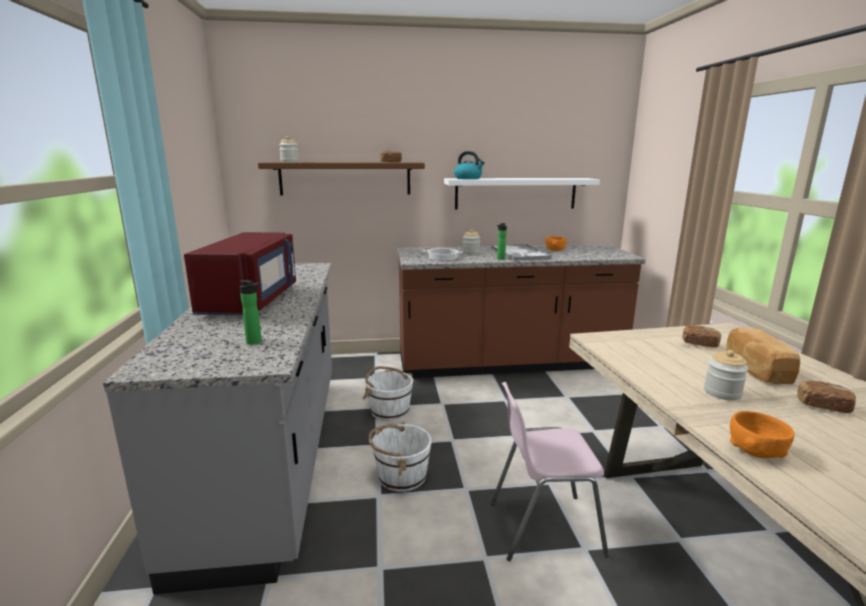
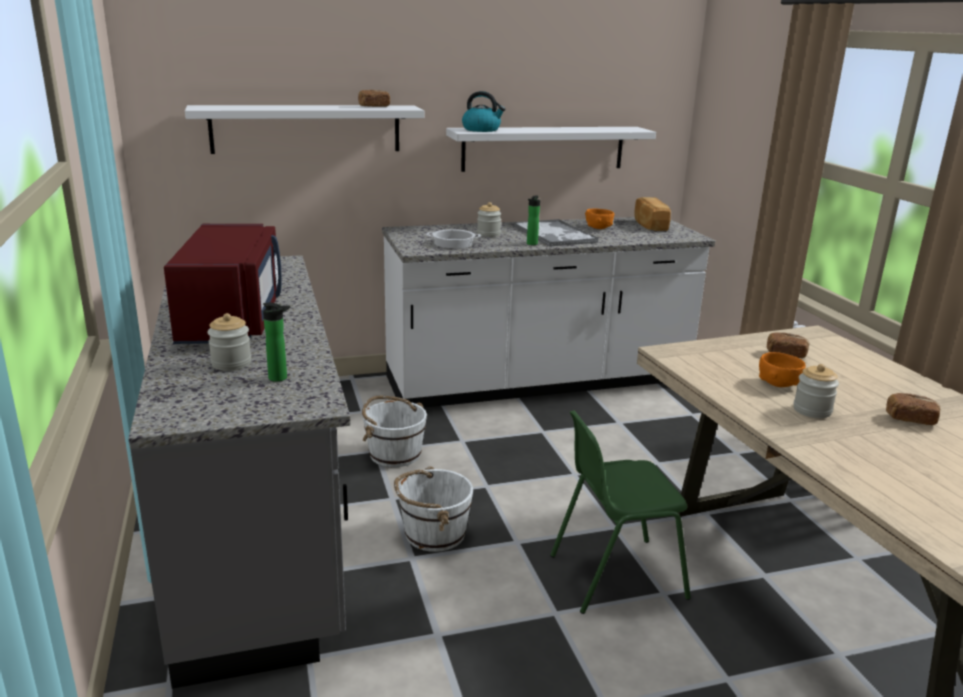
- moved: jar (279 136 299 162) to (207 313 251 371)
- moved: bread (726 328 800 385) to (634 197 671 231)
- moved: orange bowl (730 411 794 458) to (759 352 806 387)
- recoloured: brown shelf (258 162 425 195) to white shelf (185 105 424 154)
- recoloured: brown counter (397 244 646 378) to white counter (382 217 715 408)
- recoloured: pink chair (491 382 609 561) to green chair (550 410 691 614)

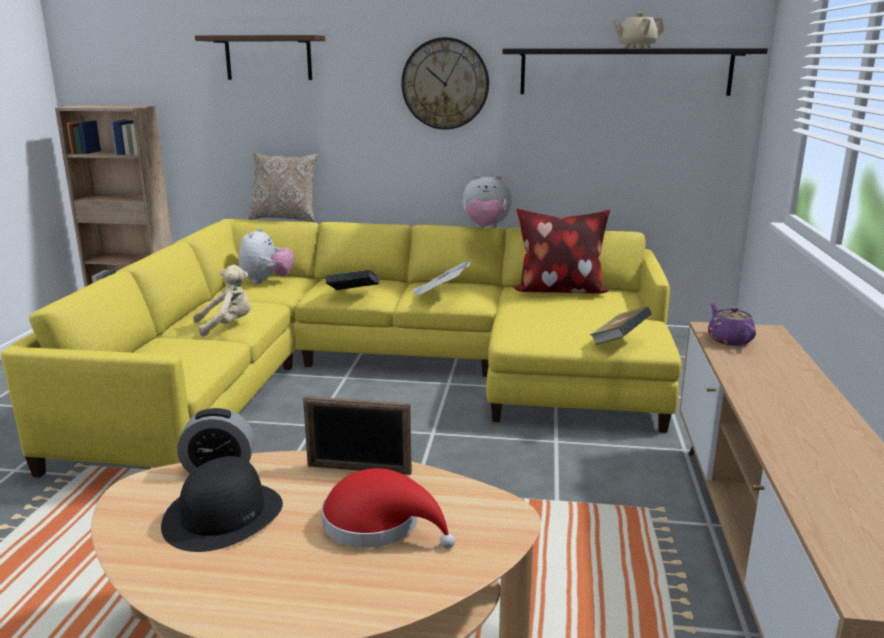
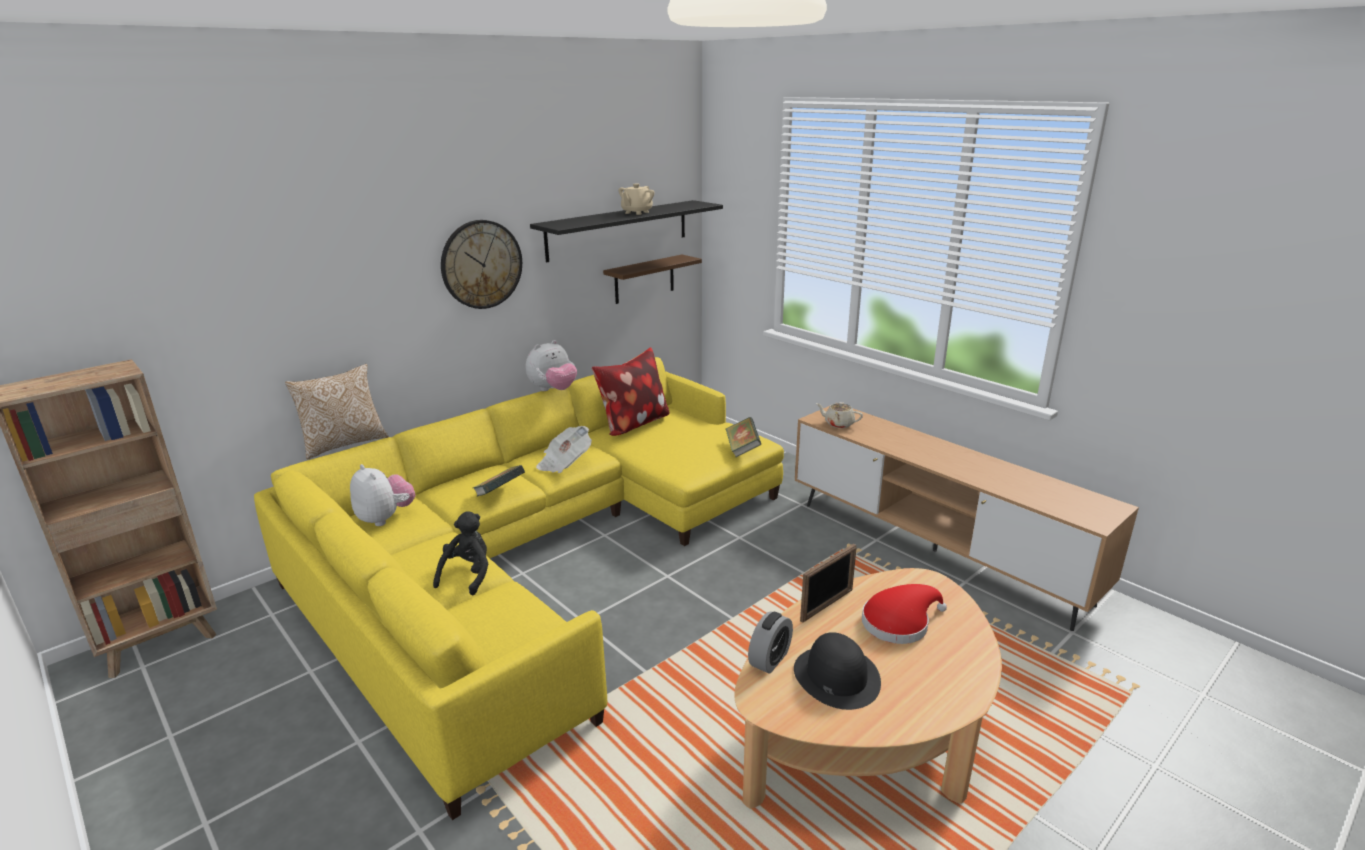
- moved: brown shelf (195 35 325 80) to (603 255 702 304)
- recoloured: beige plush toy (193 265 251 337) to black plush toy (433 511 488 595)
- recoloured: purple teapot (708 303 756 346) to beige teapot (816 402 863 428)

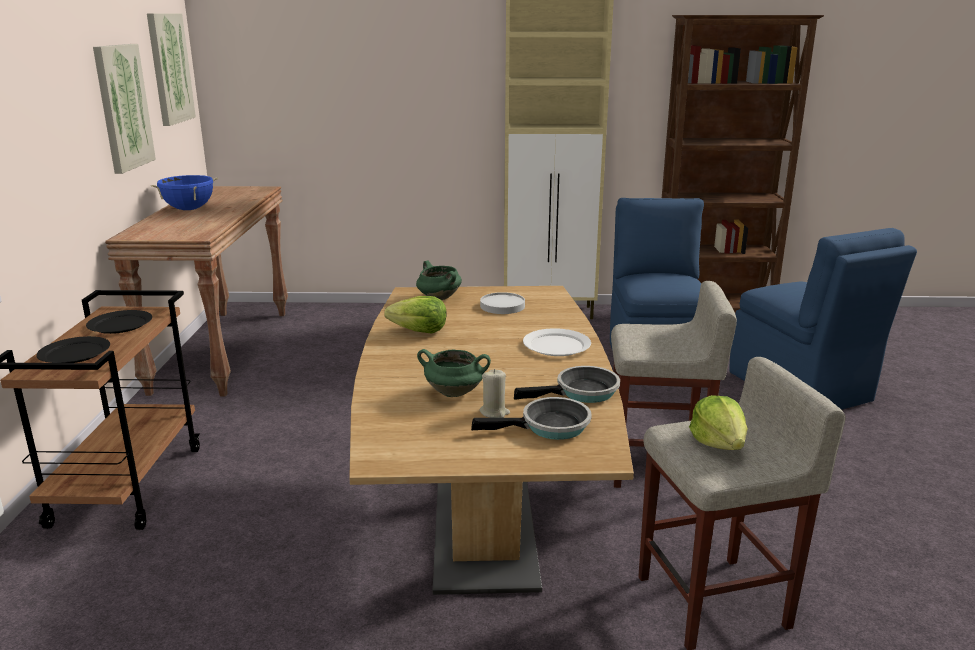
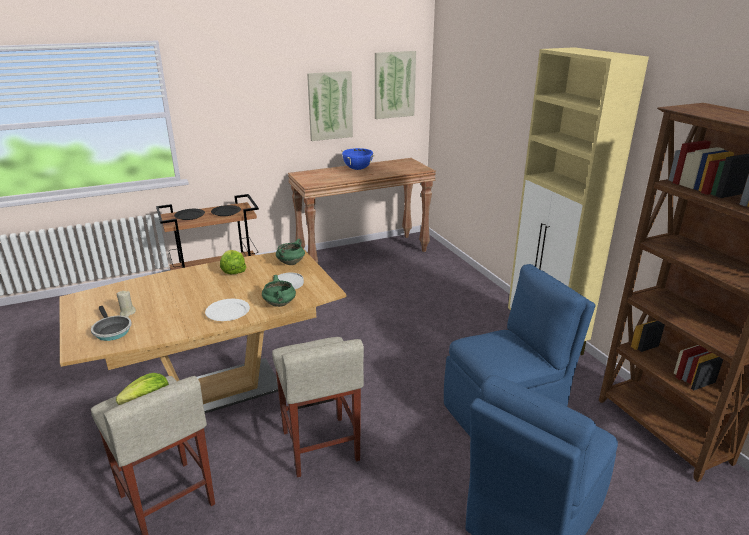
- removed: frying pan (514 366 620 403)
- moved: green cooking pot (417 349 491 397) to (262 275 296 307)

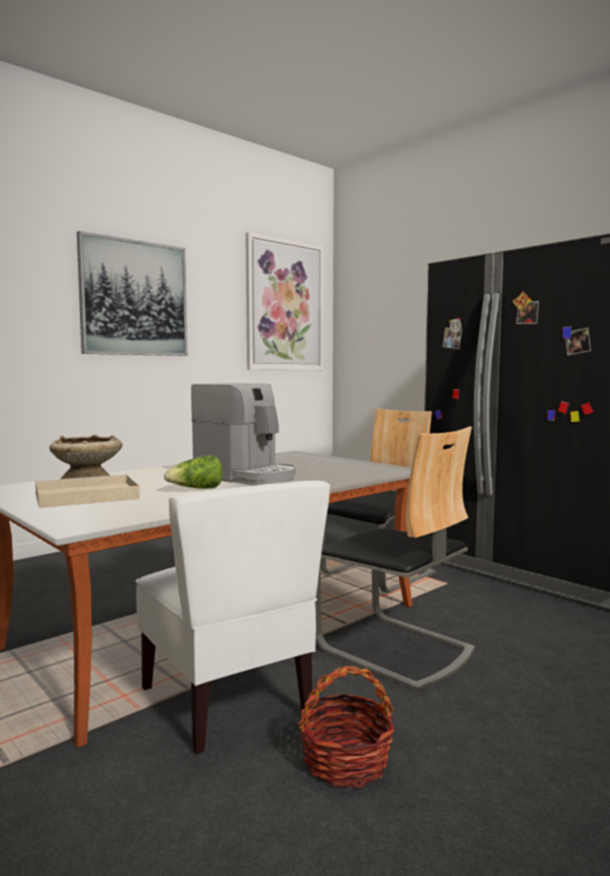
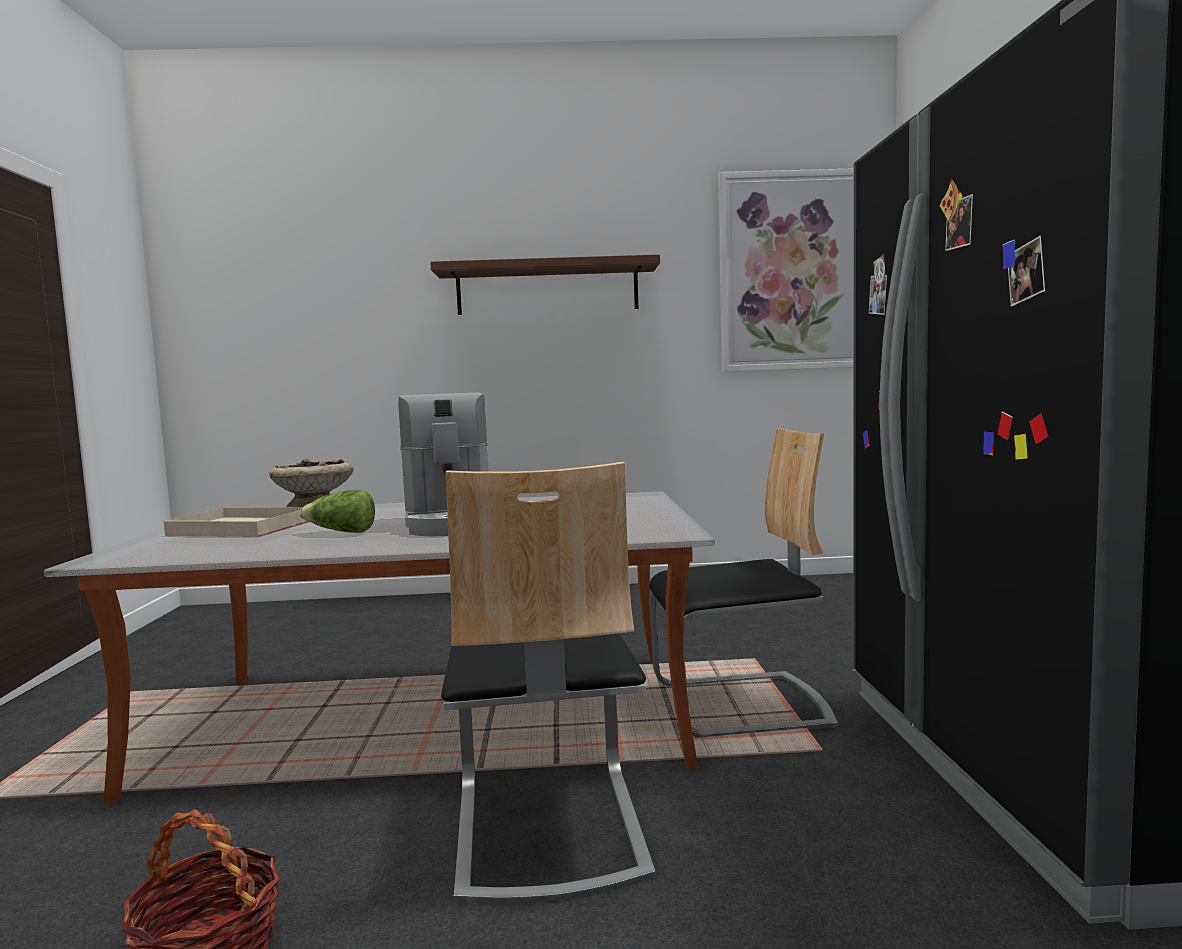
- removed: white chair (135 481 330 754)
- replaced: picture (77 231 188 356) to brown shelf (430 254 660 315)

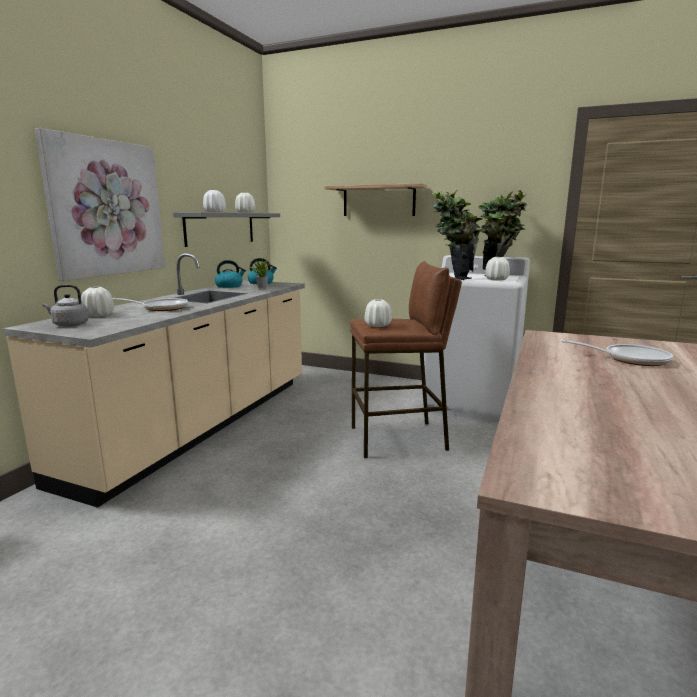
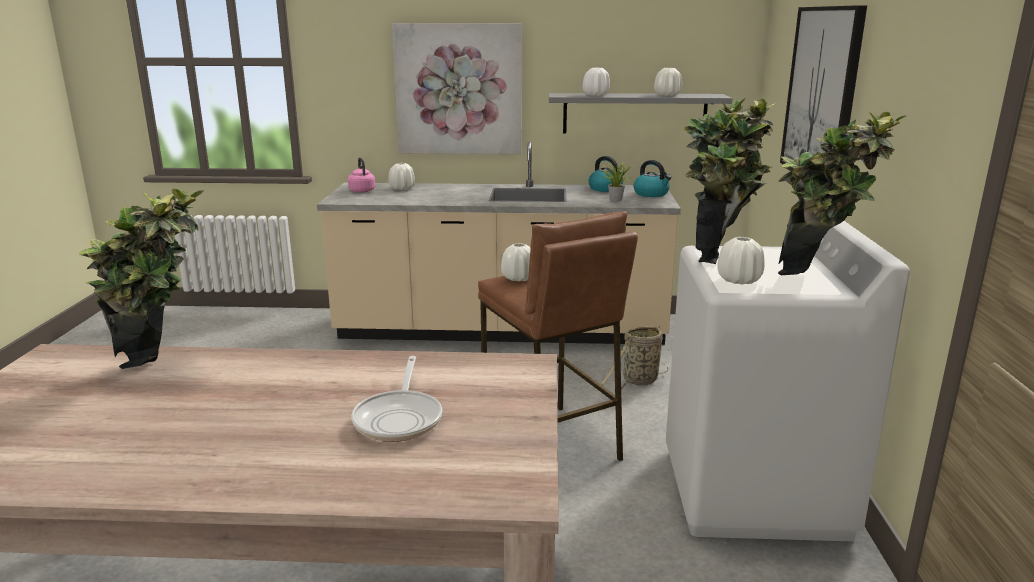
- removed: frying pan (113 298 188 311)
- added: potted plant (78 188 204 369)
- added: basket (601 326 668 394)
- replaced: shelf (324 183 427 216) to picture (780 5 867 164)
- recoloured: grey kettle (43 285 89 327) to pink kettle (348 157 375 193)

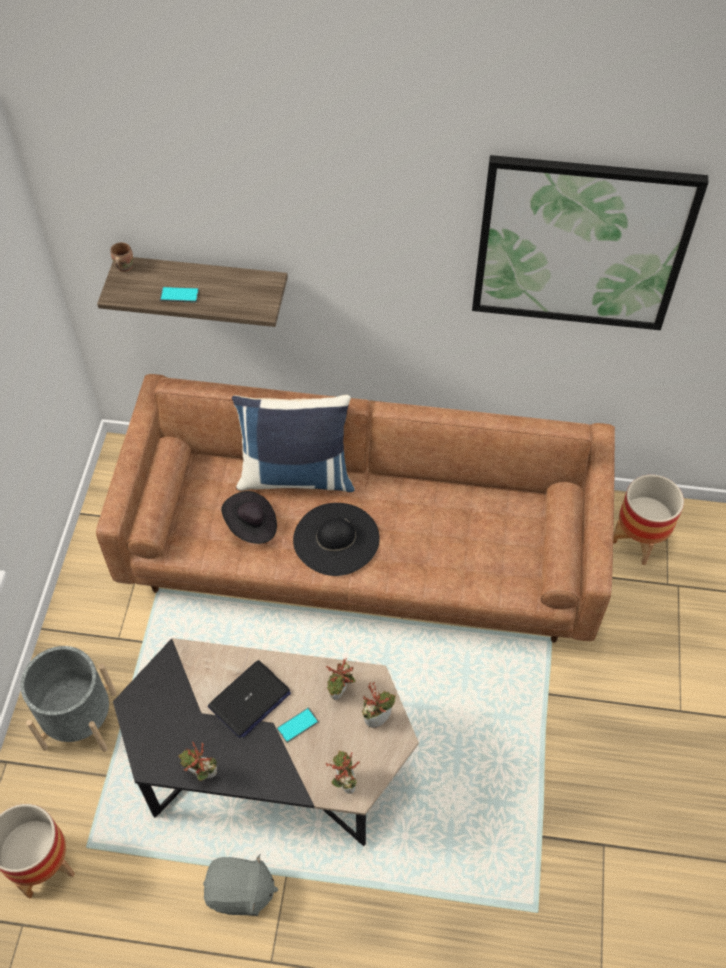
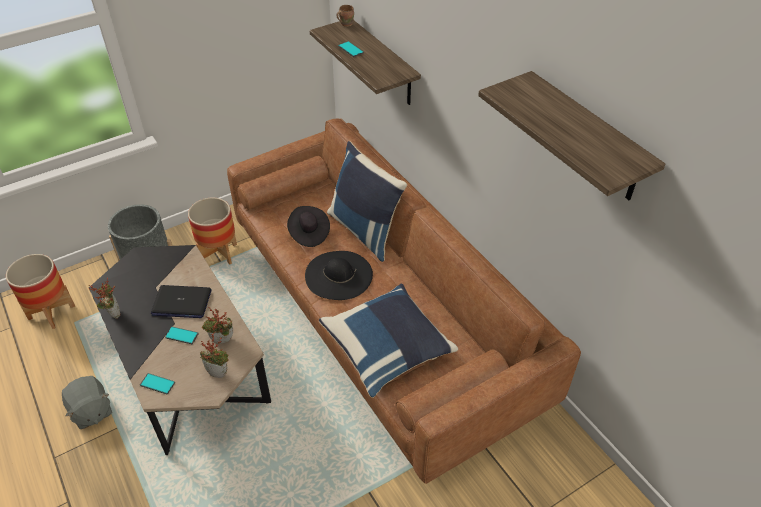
- added: blue pillow (319 284 458 398)
- moved: planter (613 475 684 565) to (188 198 237 264)
- replaced: potted plant (326 751 360 794) to phone (140 373 175 394)
- replaced: picture (472 155 708 330) to shelf (478 71 665 200)

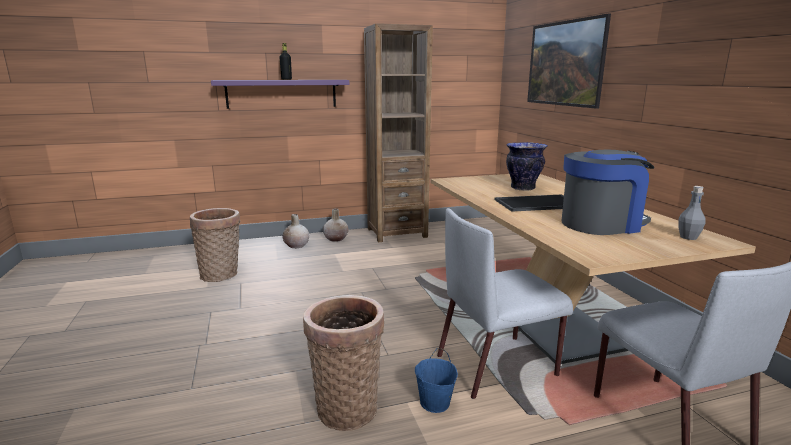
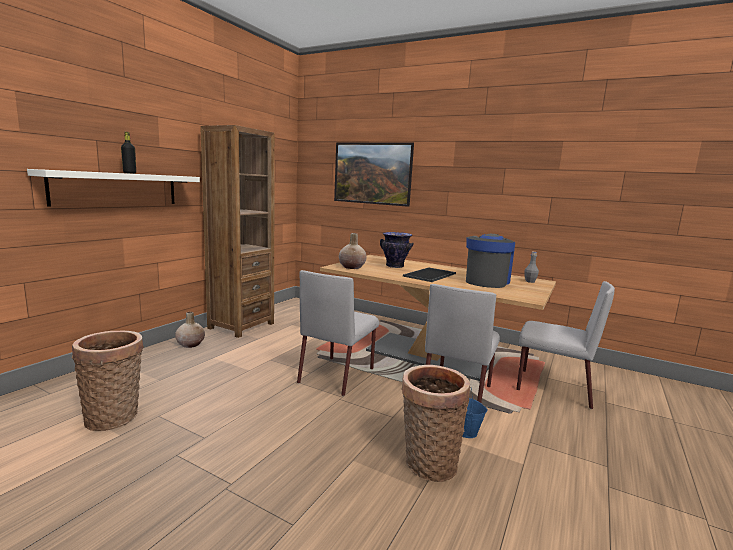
- added: grey chair (297 270 379 396)
- moved: beige vase (283 214 309 248) to (339 233 367 269)
- recoloured: purple shelf (211 80 349 109) to white shelf (27 169 200 207)

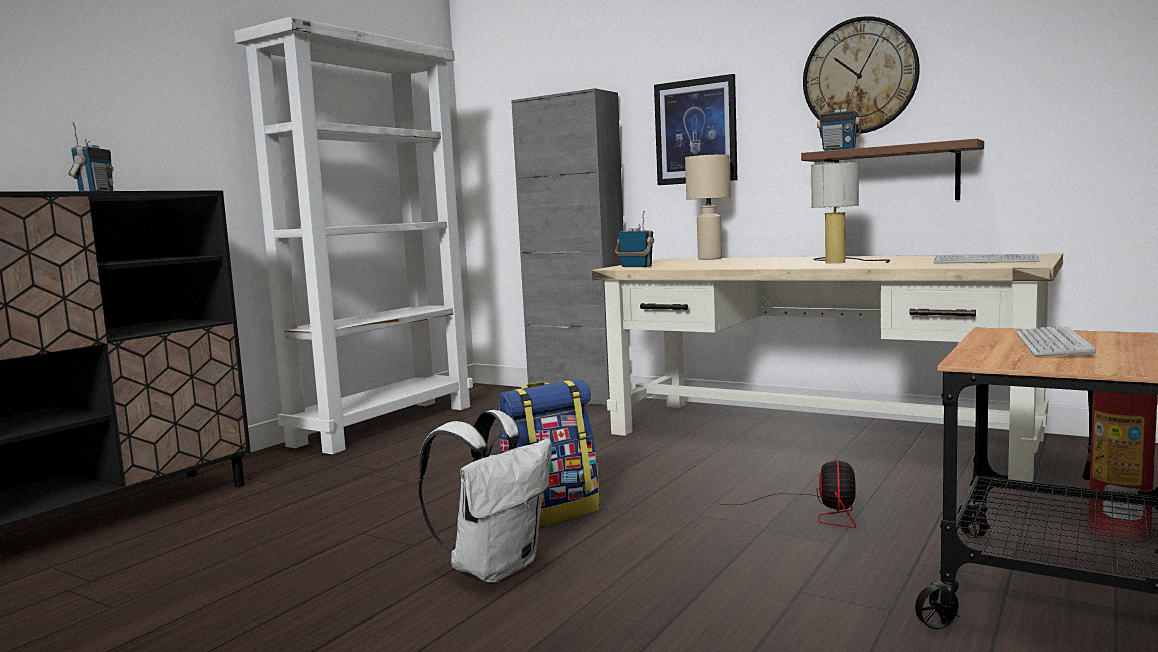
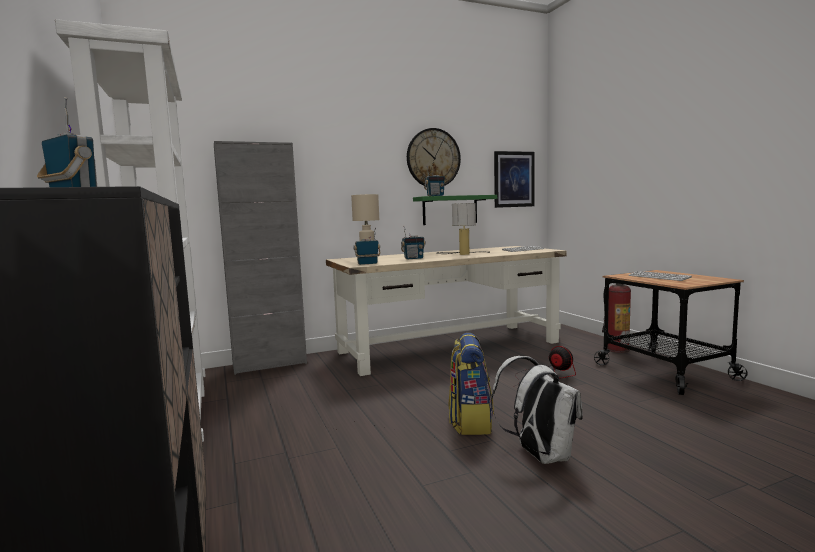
- added: radio (401 227 426 259)
- moved: picture (654 74 737 185) to (494 151 534 208)
- recoloured: brown shelf (801 139 984 200) to green shelf (413 195 497 225)

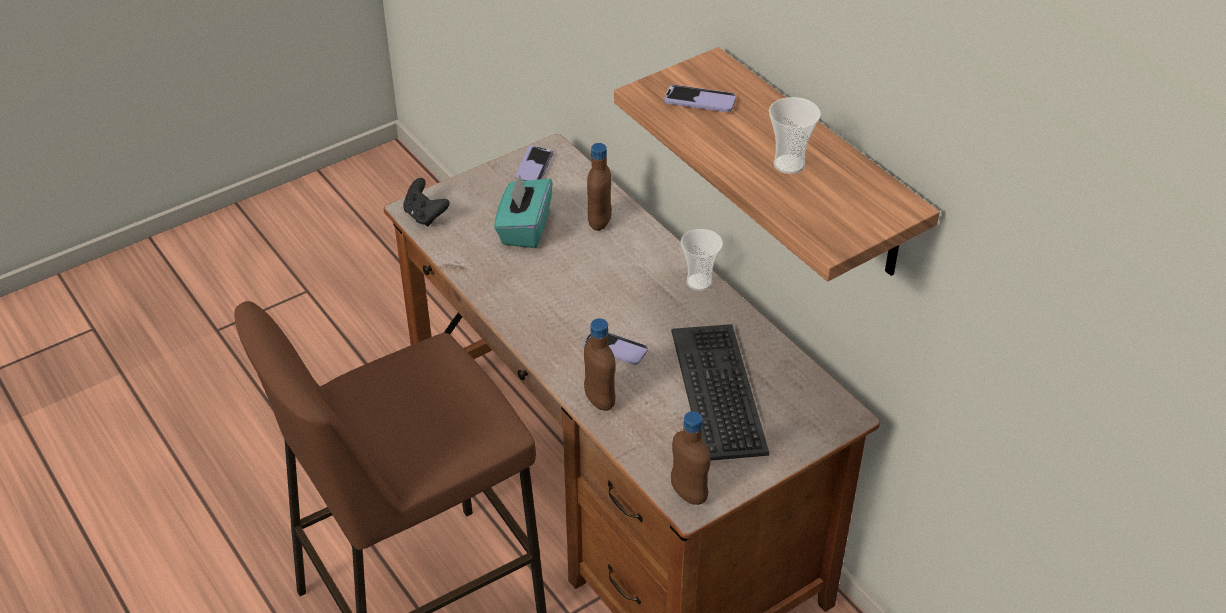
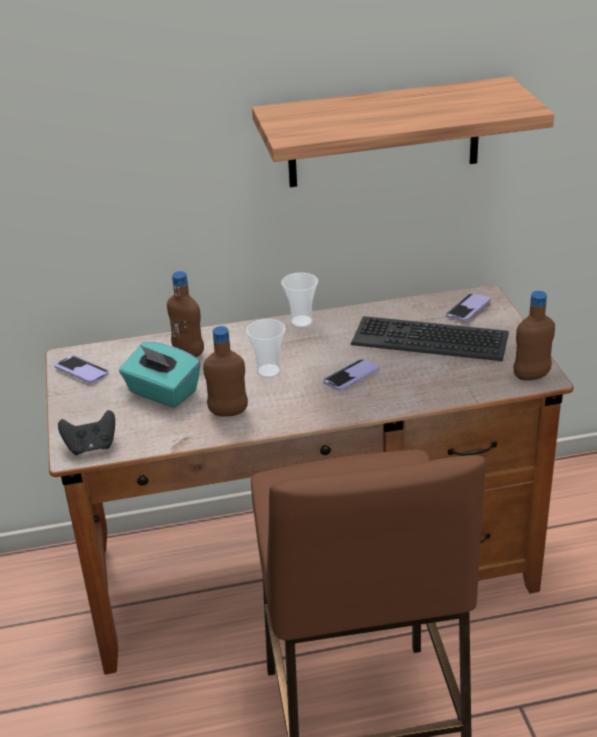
- moved: brown bottle (584 318 615 411) to (203 326 248 417)
- moved: phone (664 85 736 112) to (446 293 491 321)
- moved: cup (769 97 821 174) to (246 319 286 378)

